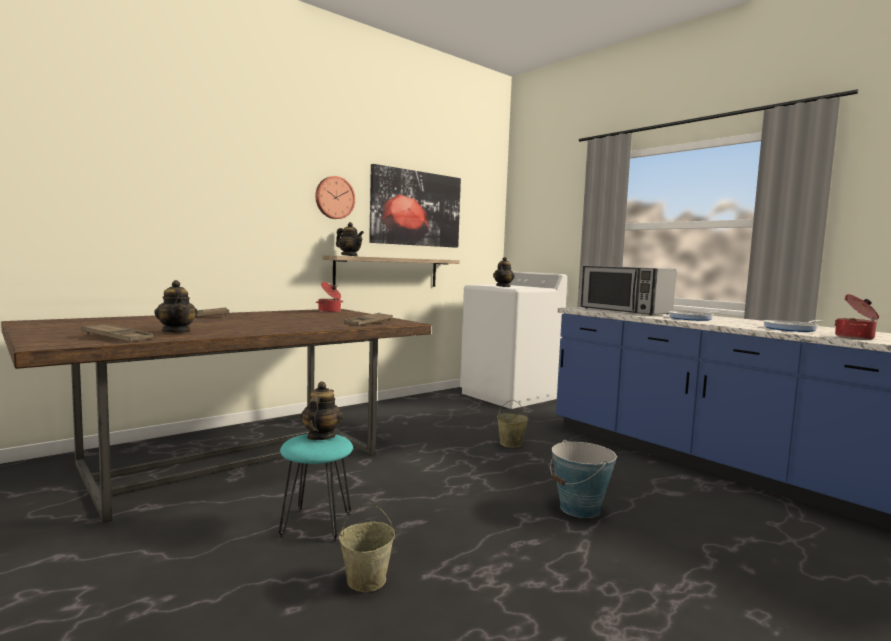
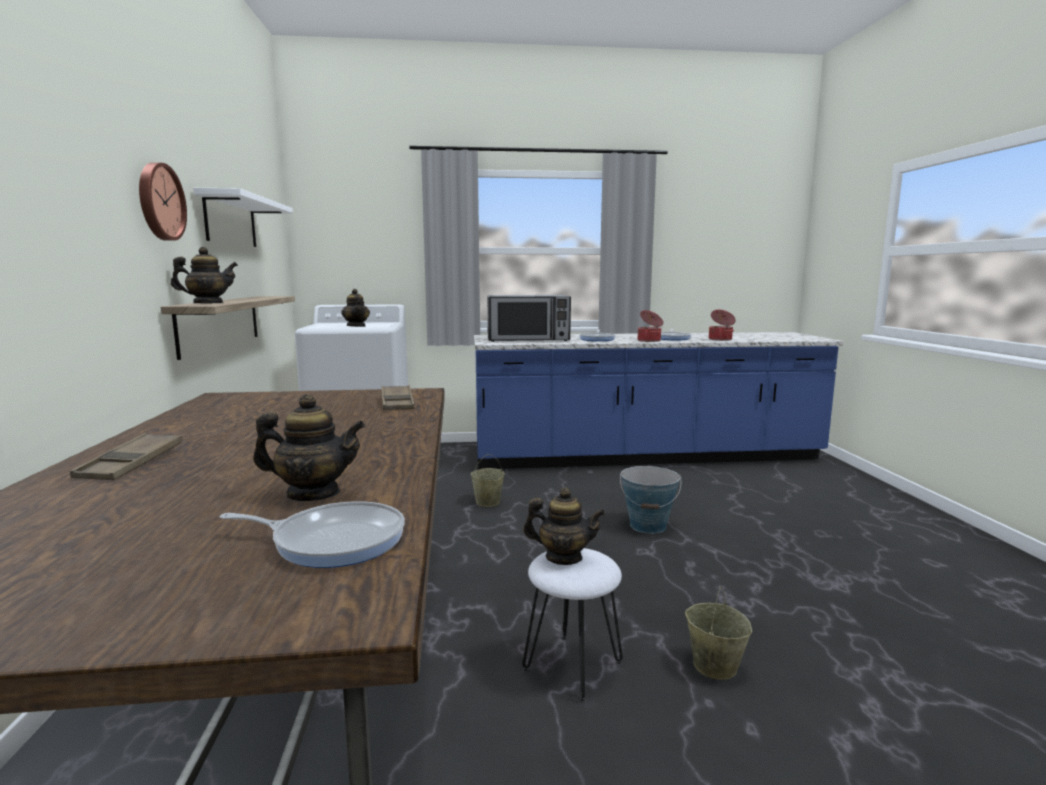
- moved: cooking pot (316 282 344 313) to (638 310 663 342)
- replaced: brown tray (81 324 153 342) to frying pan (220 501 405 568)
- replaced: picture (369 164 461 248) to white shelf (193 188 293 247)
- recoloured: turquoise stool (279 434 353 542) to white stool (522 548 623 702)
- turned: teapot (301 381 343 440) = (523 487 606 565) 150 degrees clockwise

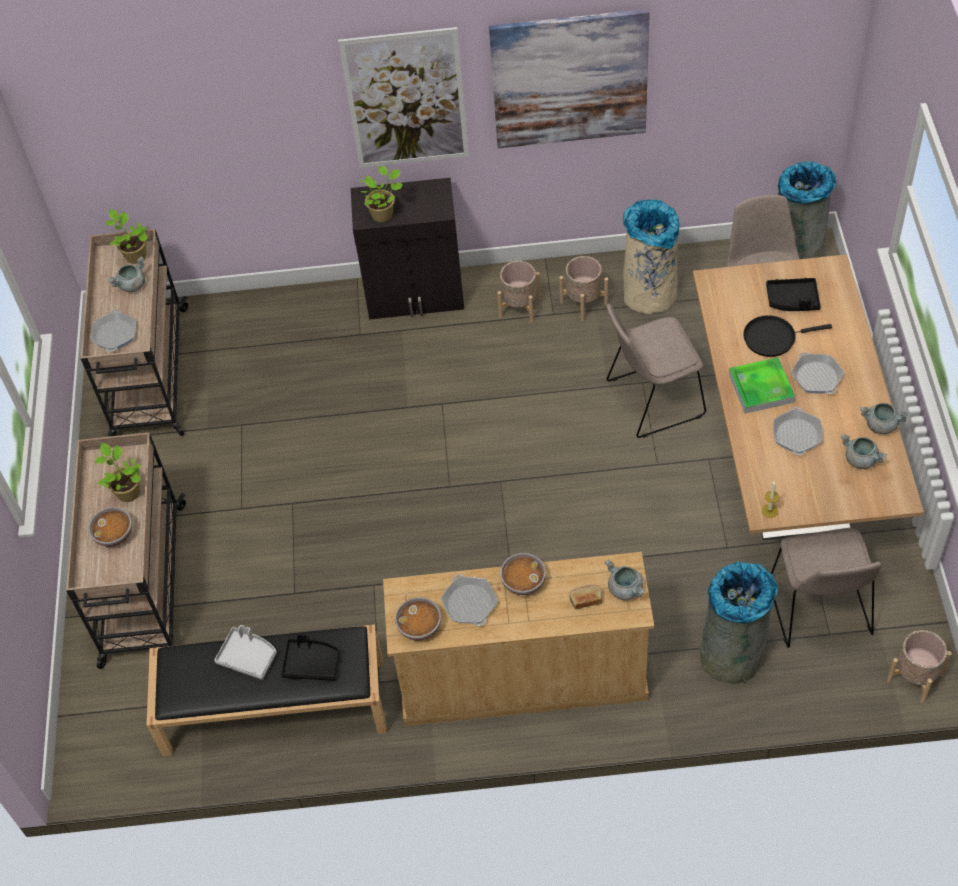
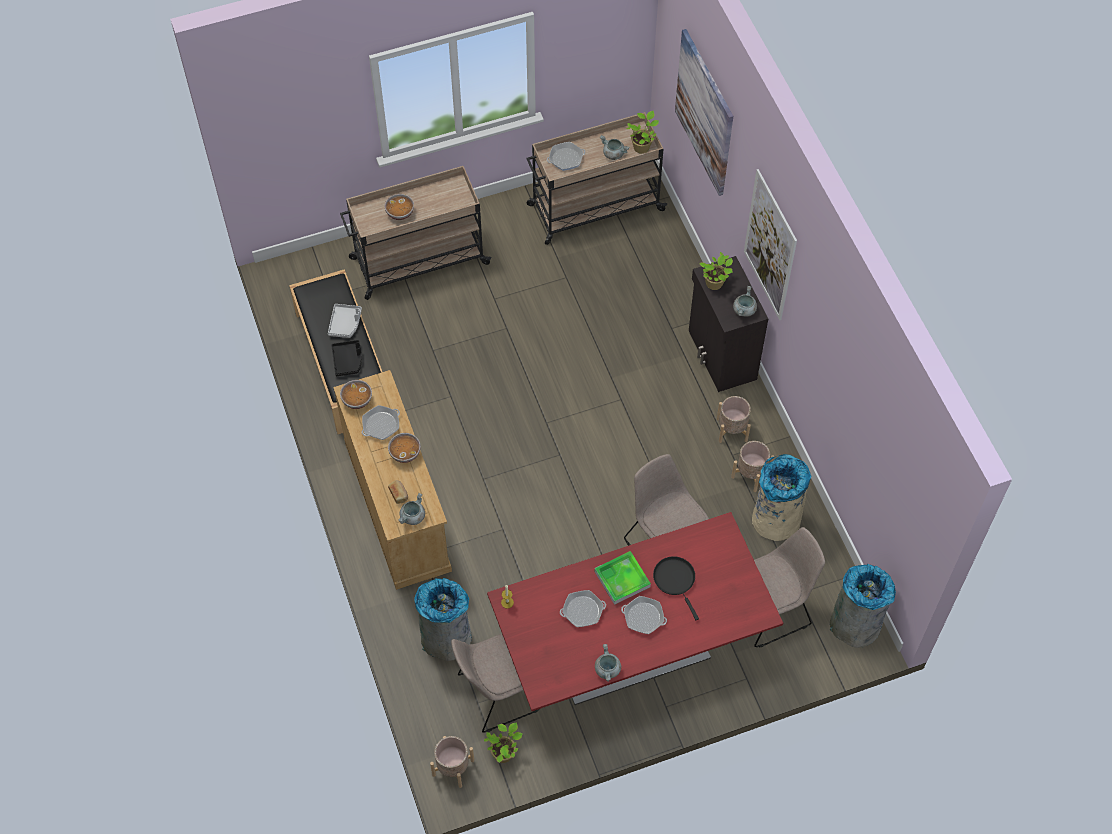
- removed: black tray (766 278 821 311)
- moved: potted plant (95 443 141 502) to (484 722 523 763)
- moved: picture (489 9 650 148) to (675 29 733 196)
- moved: grey cooking pot (841 434 887 469) to (733 286 757 317)
- recoloured: beige dining table (693 254 924 540) to red dining table (487 512 783 711)
- turned: frying pan (791 352 844 394) = (621 596 667 634) 60 degrees clockwise

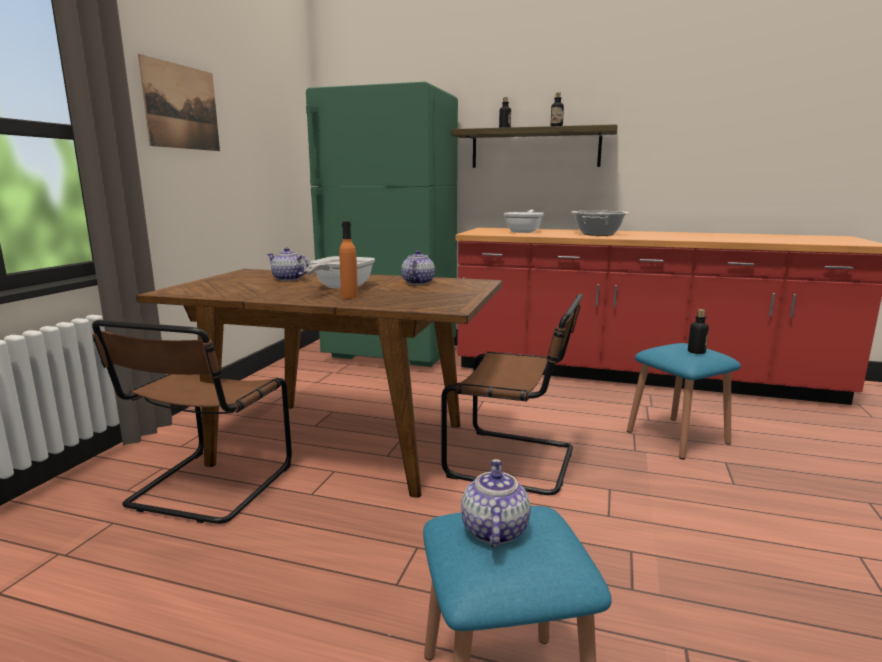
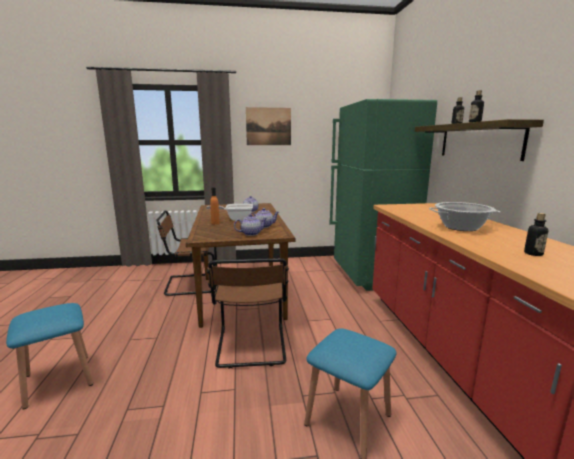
- removed: frying pan (504 210 544 233)
- moved: teapot (461 459 531 548) to (234 214 267 236)
- moved: bottle (688 309 709 354) to (524 213 548 256)

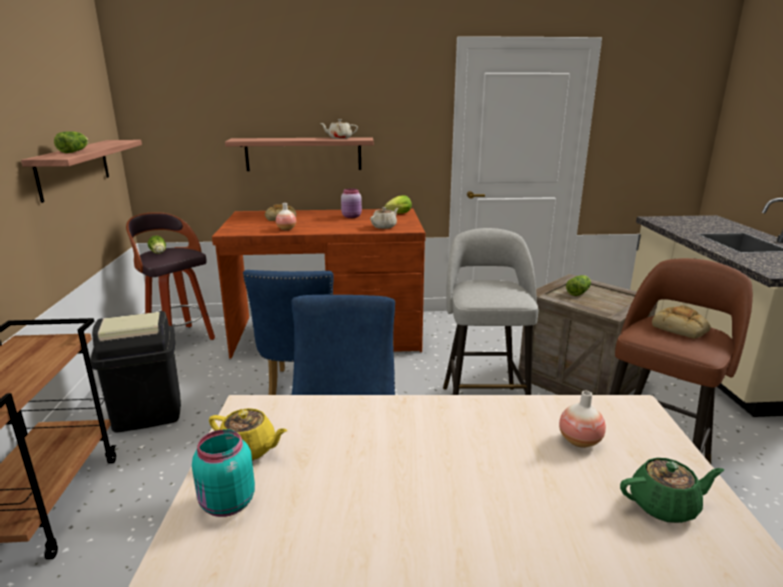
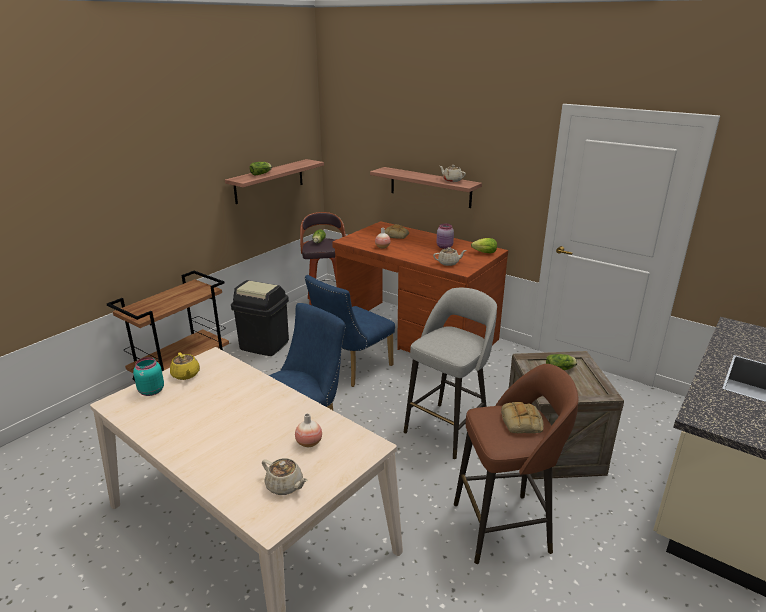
- recoloured: green teapot (620 458 724 523) to beige teapot (262 458 308 495)

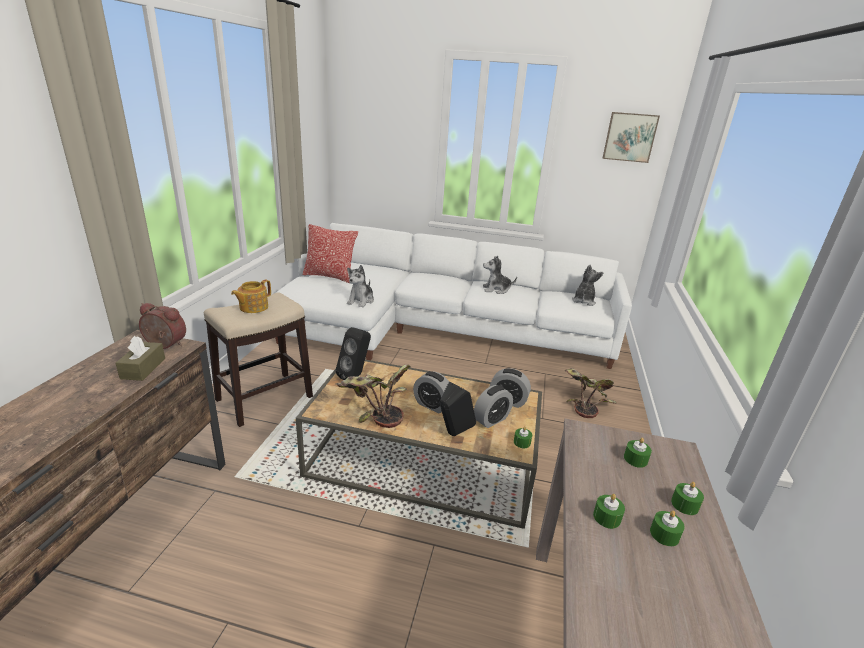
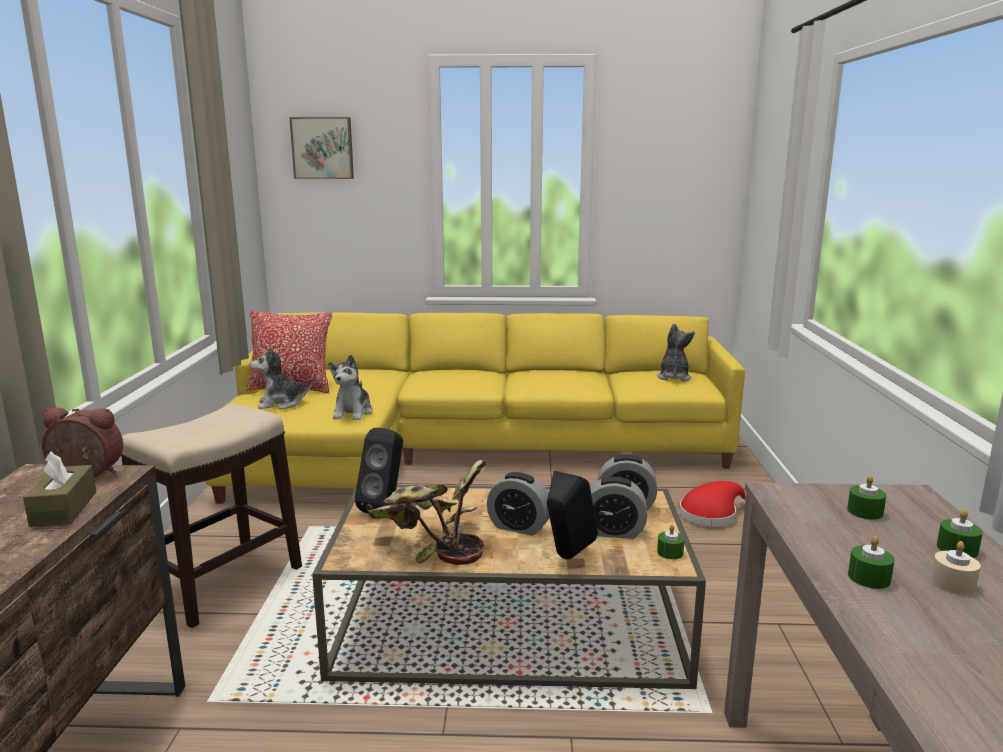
- removed: teapot (231 279 271 313)
- moved: plush toy (483 255 517 294) to (250 347 313 409)
- moved: picture (603 112 660 163) to (289 117 354 179)
- replaced: potted plant (565 368 616 418) to red hat (679 481 746 527)
- recoloured: white sofa (275 223 632 369) to yellow sofa (205 312 745 504)
- recoloured: green candle (650 511 685 546) to beige candle (931 541 981 595)
- turned: alarm clock (474 385 513 428) = (590 477 647 539) 60 degrees clockwise

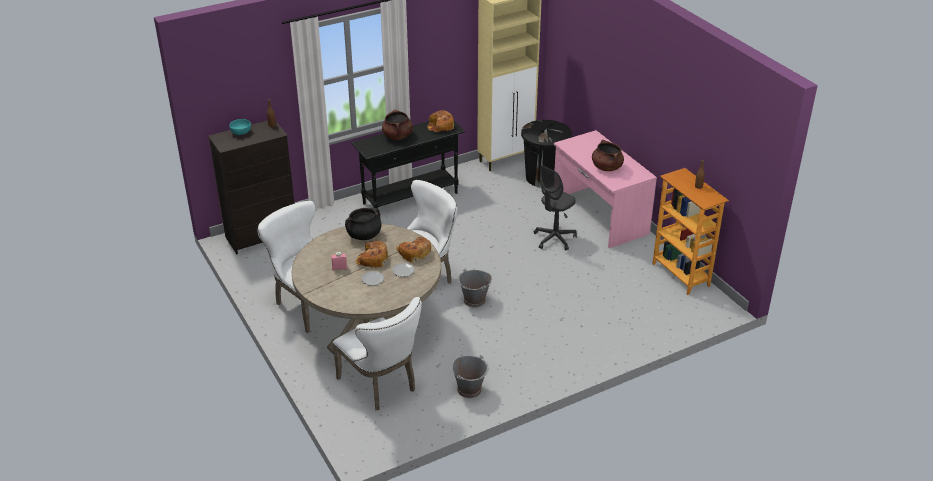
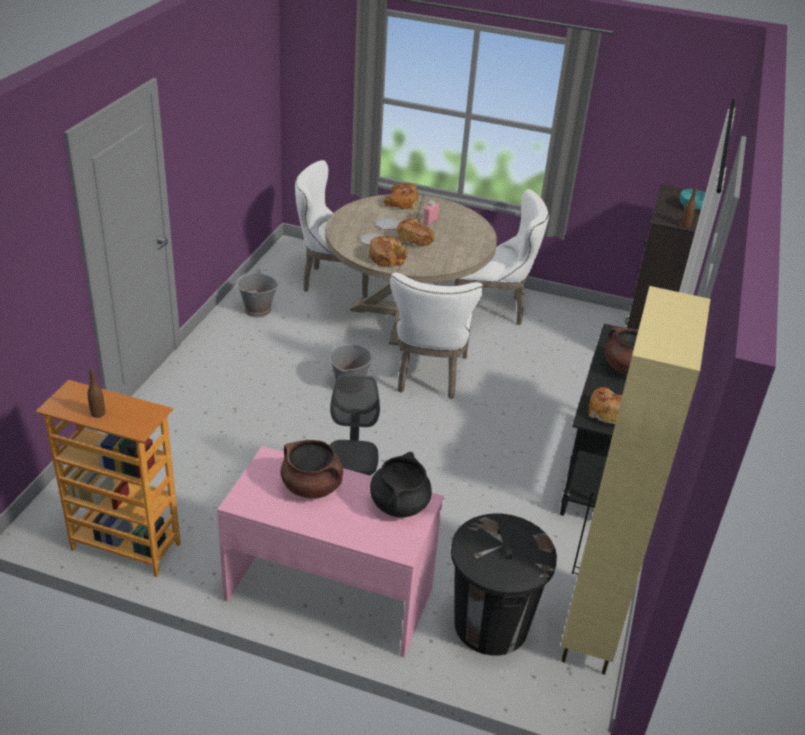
- added: bread (382 183 418 210)
- moved: black cooking pot (345 208 382 240) to (370 452 432 517)

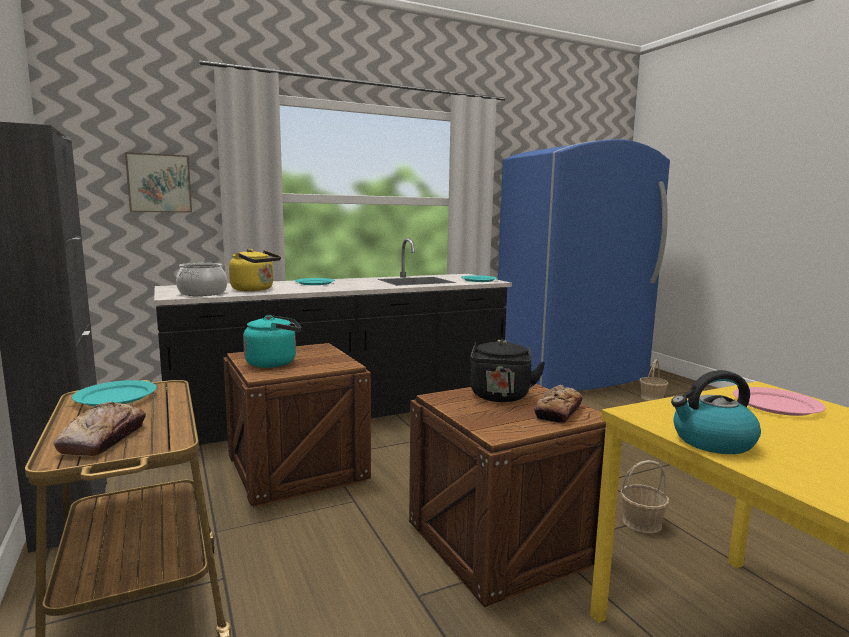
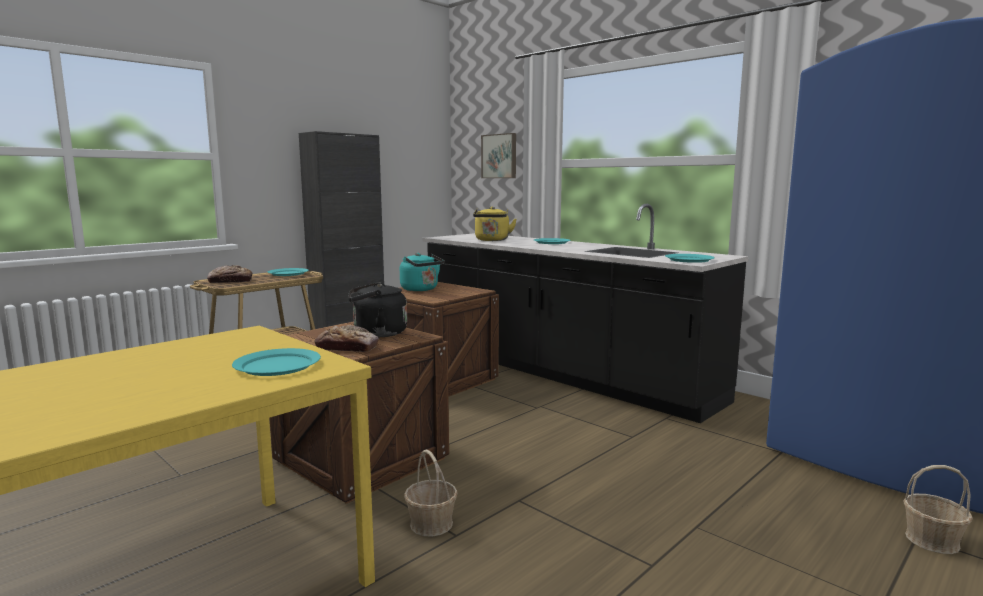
- removed: cooking pot (176 263 227 296)
- removed: kettle (671 370 761 454)
- recoloured: pink plate (733 387 825 416) to turquoise plate (232 348 321 376)

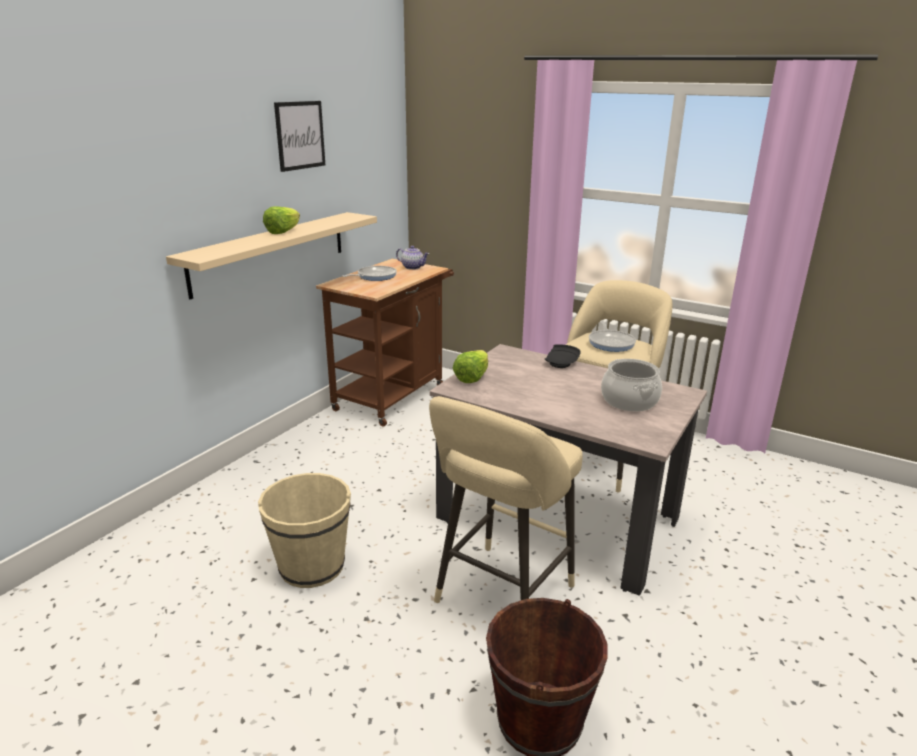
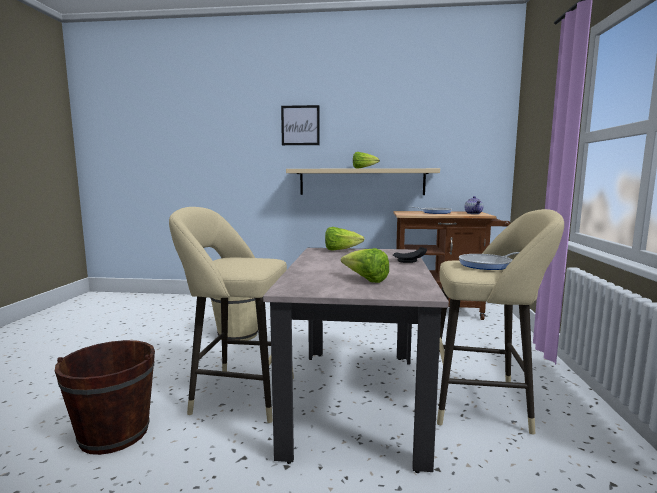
- moved: picture (274 101 325 172) to (281 105 320 145)
- replaced: cooking pot (601 359 662 411) to lettuce (341 248 389 283)

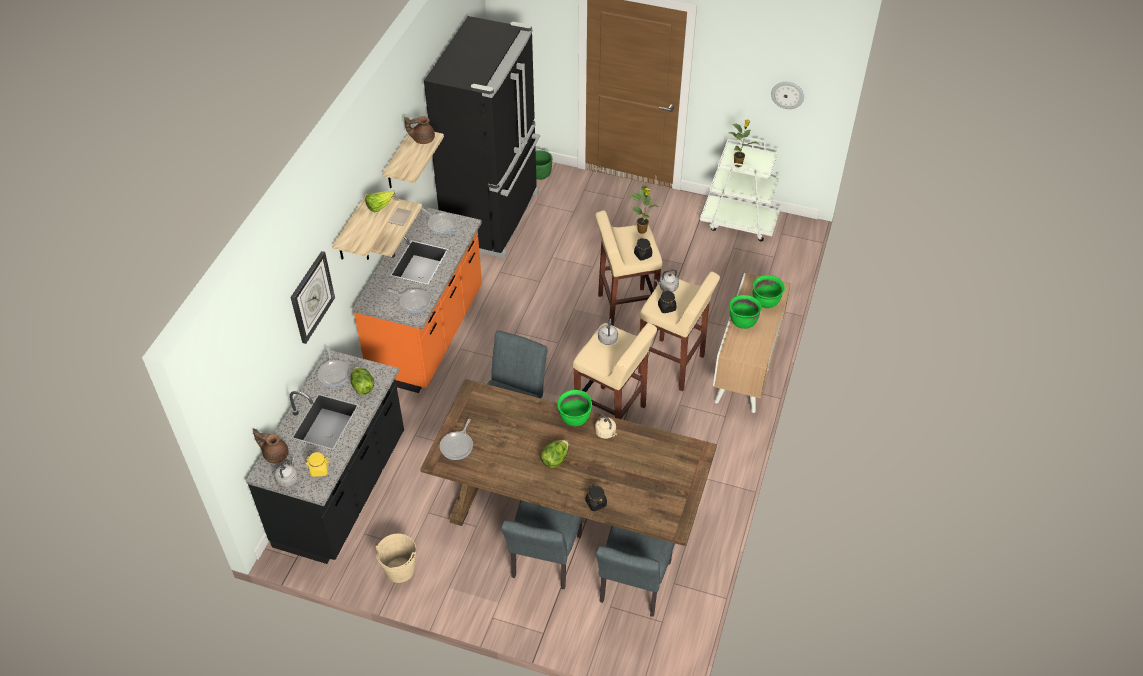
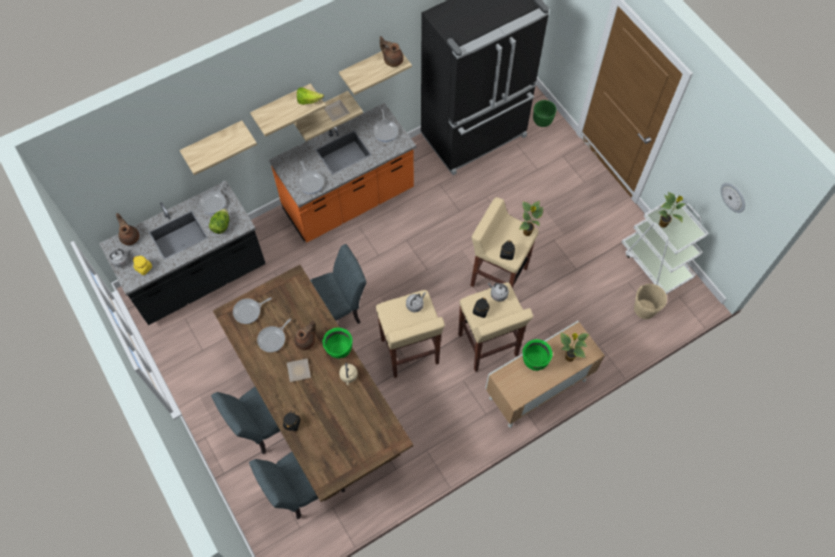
- added: frying pan (257 319 291 352)
- added: brown teapot (294 320 316 350)
- moved: beige bucket (376 534 416 583) to (634 284 667 319)
- replaced: wall clock (291 251 335 344) to shelf (180 121 257 175)
- replaced: lettuce (541 440 569 468) to plate (287 359 311 382)
- replaced: green cooking pot (753 275 785 308) to potted plant (560 333 589 362)

